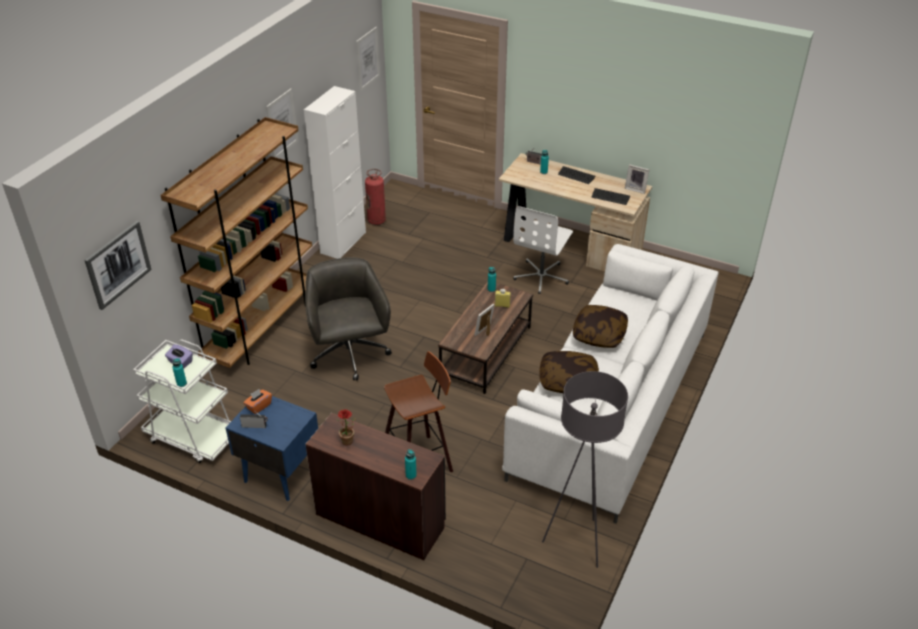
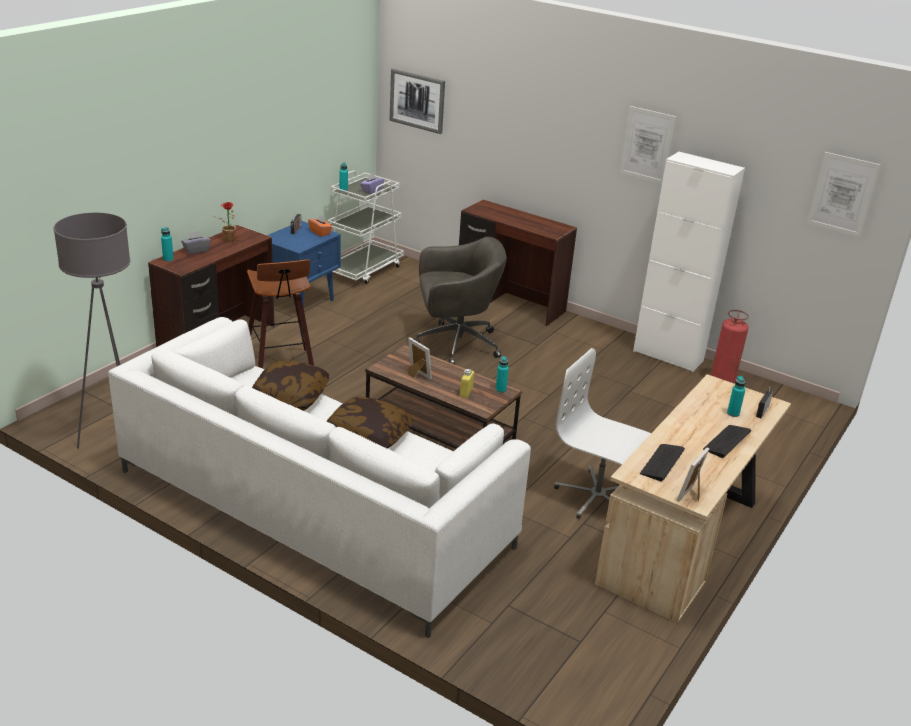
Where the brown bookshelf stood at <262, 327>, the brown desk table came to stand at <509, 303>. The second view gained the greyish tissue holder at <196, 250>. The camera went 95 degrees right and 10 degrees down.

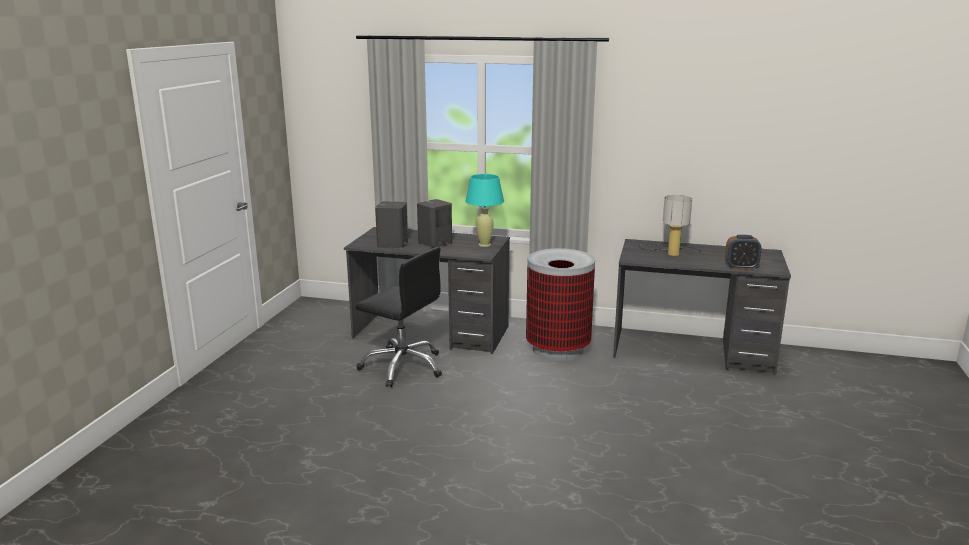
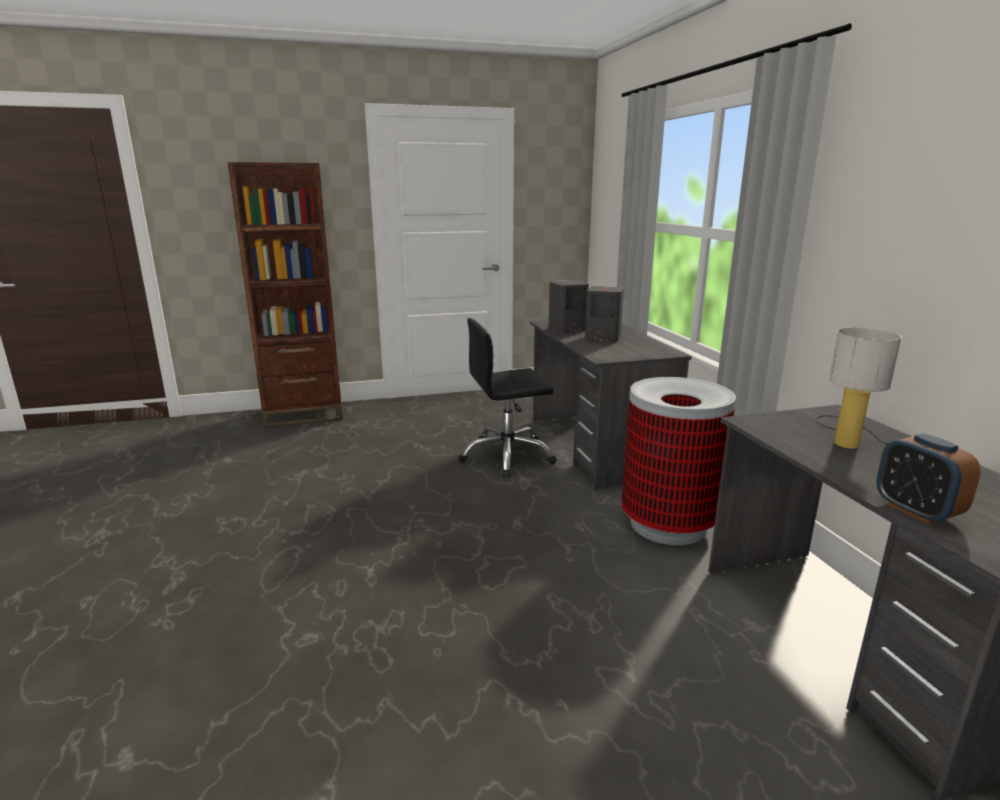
The black-coloured desk chair at <403, 366> ended up facing another way, 75 degrees clockwise from before. The second view lost the turquoise-coloured tabletop lamp at <484, 244>. The second view gained the brown bookshelf at <304, 414>. The camera went 60 degrees right and 0 degrees up.

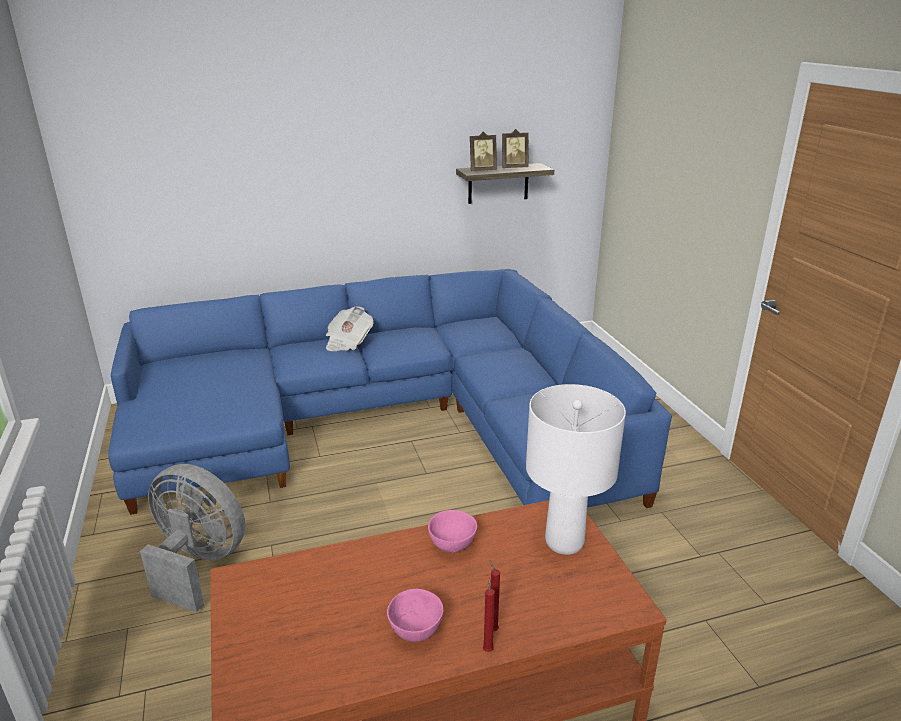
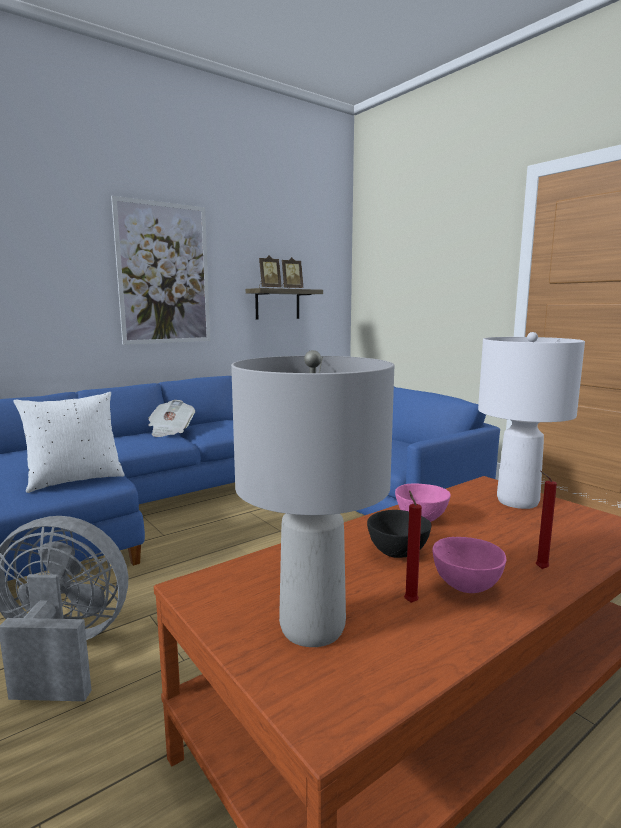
The reddish wax candle ended up elsewhere, having gone from <488, 649> to <409, 601>. The second view gained the white-coloured pillow at <75, 480>. The second view gained the wall picture at <164, 274>. The second view gained the greyish tabletop lamp at <313, 627>. The second view gained the black-coloured serving bowl at <398, 553>. The camera went 20 degrees left and 15 degrees down.

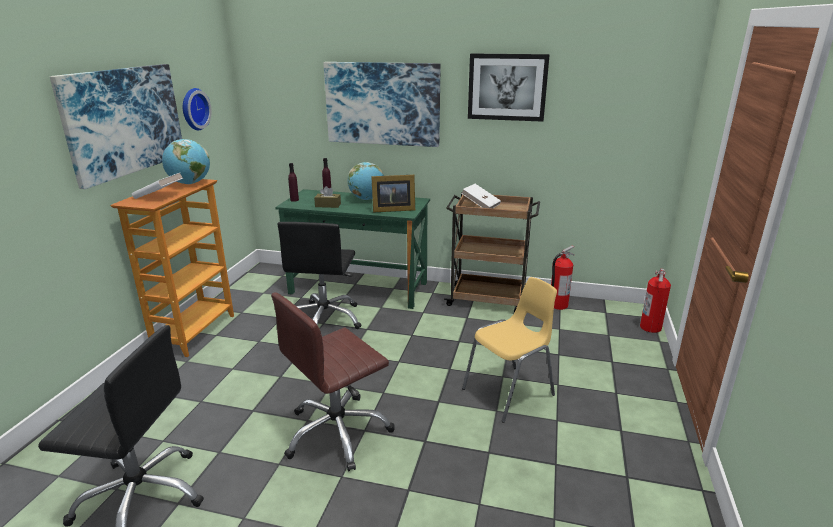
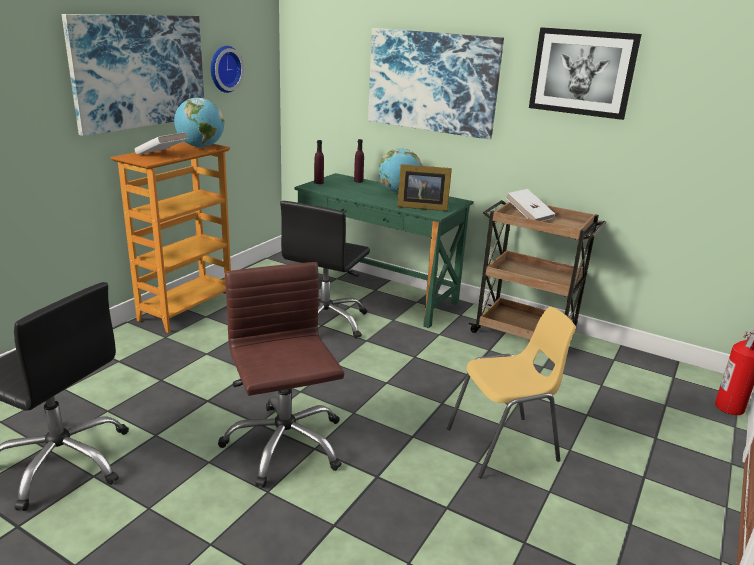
The brown desk chair at <337, 432> ended up facing another way, 90 degrees clockwise from before. The second view lost the brown tissue holder at <328, 205>. The second view lost the extinguisher at <557, 305>. The camera went 15 degrees right and 0 degrees up.

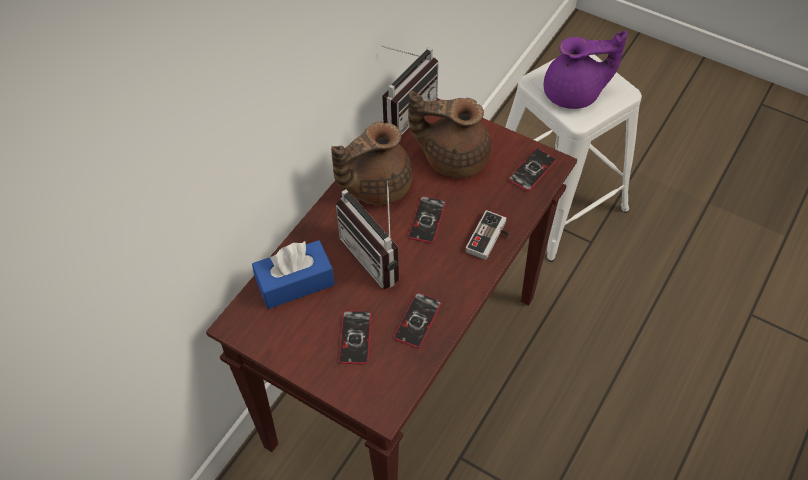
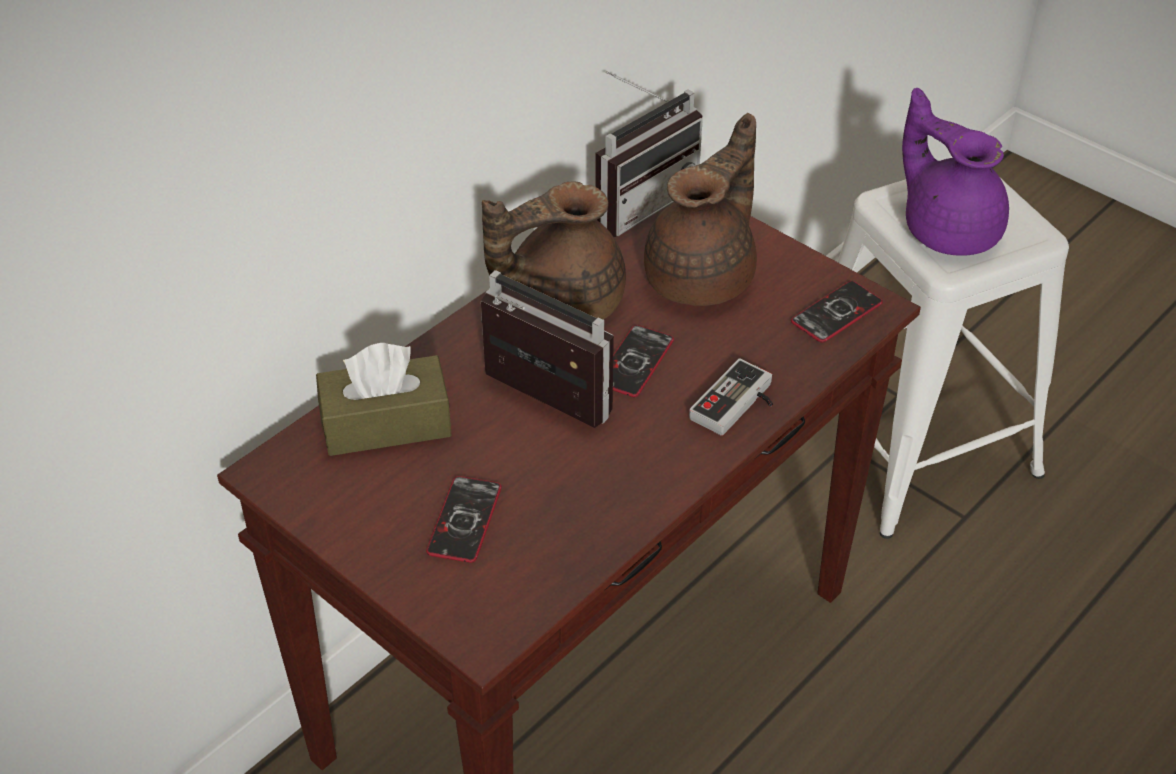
What was the blue-coloured tissue holder at <295, 282> turned into the brown tissue holder at <386, 424>. The radio at <377, 256> ended up facing another way, 150 degrees clockwise from before. The second view lost the phone at <418, 320>. The brown pot for tea at <453, 157> ended up facing another way, 105 degrees clockwise from before. The purple pot for tea at <574, 94> ended up facing another way, 135 degrees counterclockwise from before. The camera went 10 degrees right and 10 degrees down.

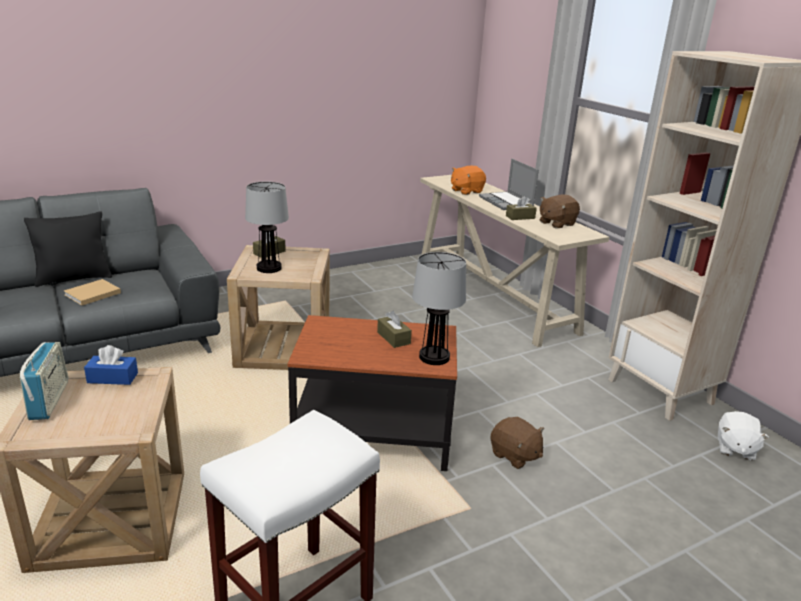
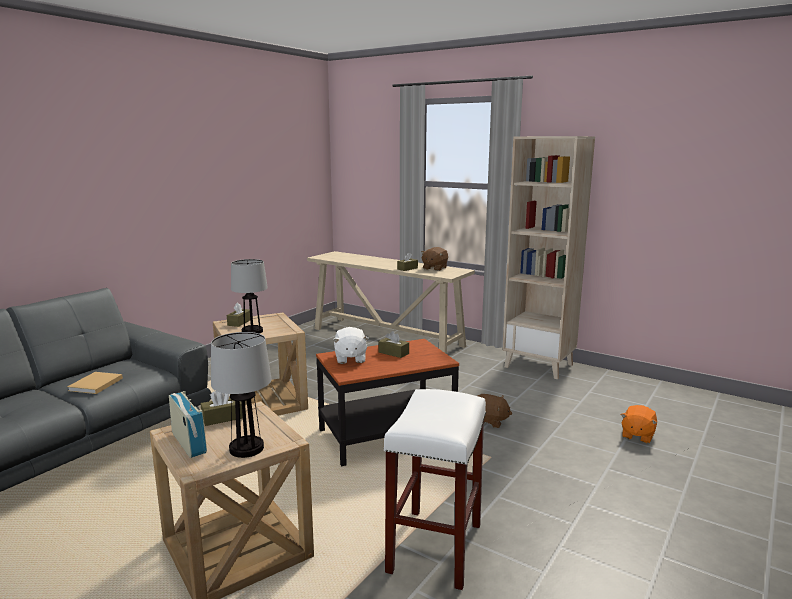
The second view lost the black-coloured pillow at <74, 278>. What was the blue-coloured tissue holder at <112, 378> turned into the brown tissue holder at <222, 418>. The tabletop lamp ended up elsewhere, having gone from <433, 357> to <246, 449>. The orange-coloured soft toy ended up elsewhere, having gone from <466, 191> to <637, 435>. The second view lost the notebook computer at <507, 202>. The white-coloured soft toy ended up elsewhere, having gone from <735, 448> to <350, 358>. The camera went 25 degrees left and 10 degrees down.

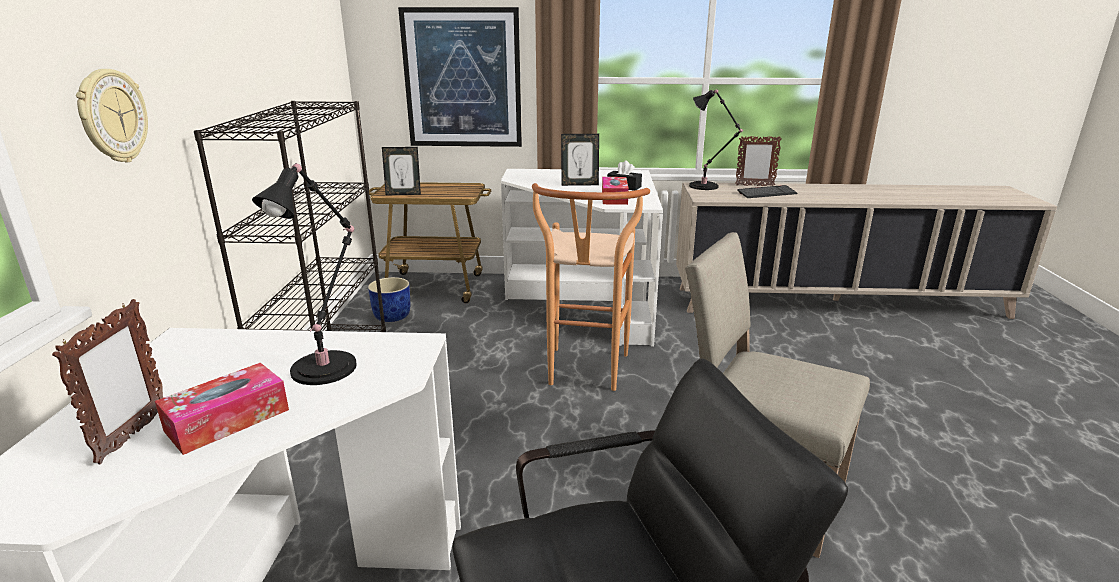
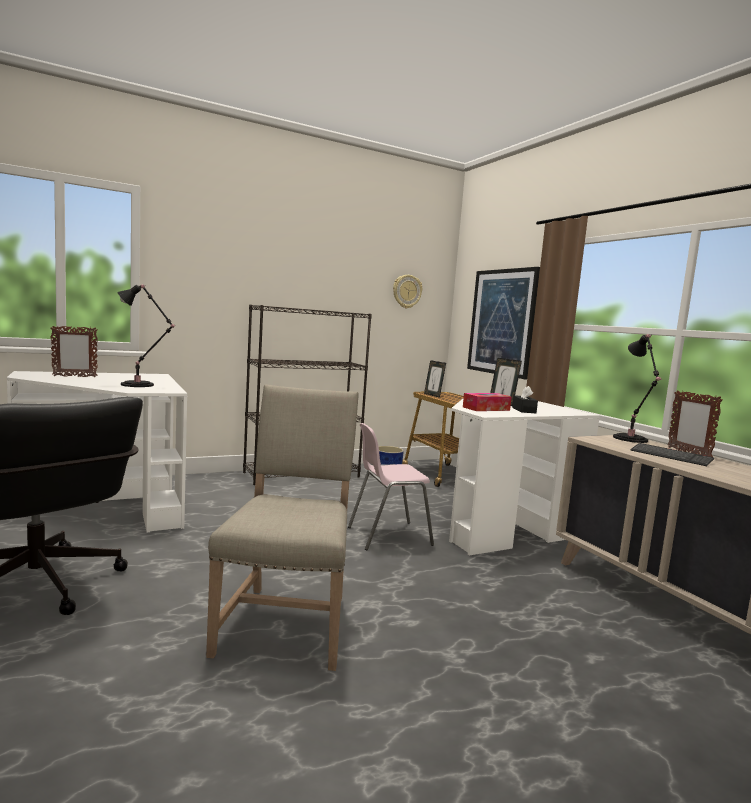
The wall clock ended up elsewhere, having gone from <112, 116> to <407, 291>. The second view lost the tissue holder at <227, 420>. Where the brown stool stood at <585, 373>, the pink-coloured chair came to stand at <388, 536>. The camera went 60 degrees right and 15 degrees down.

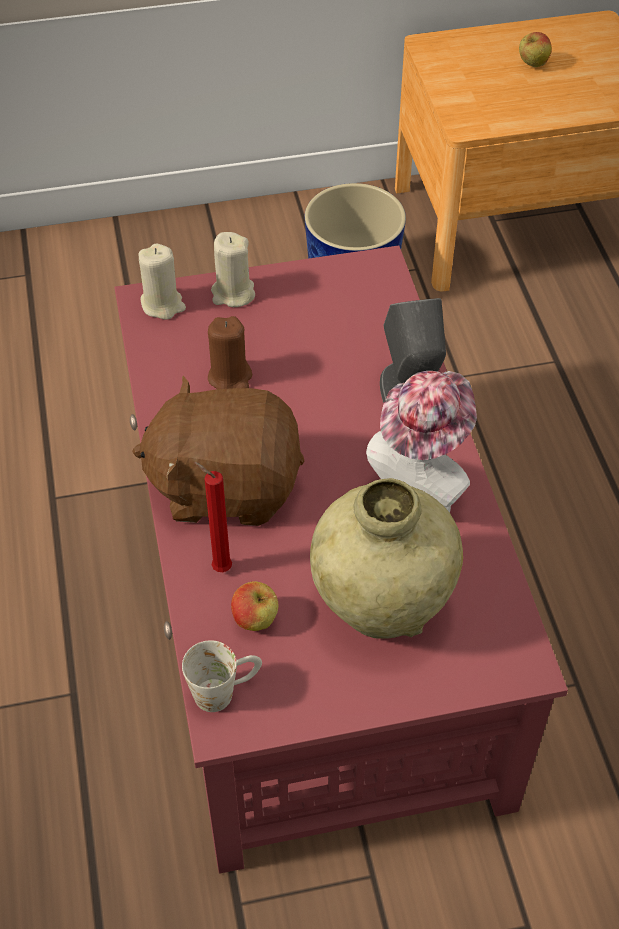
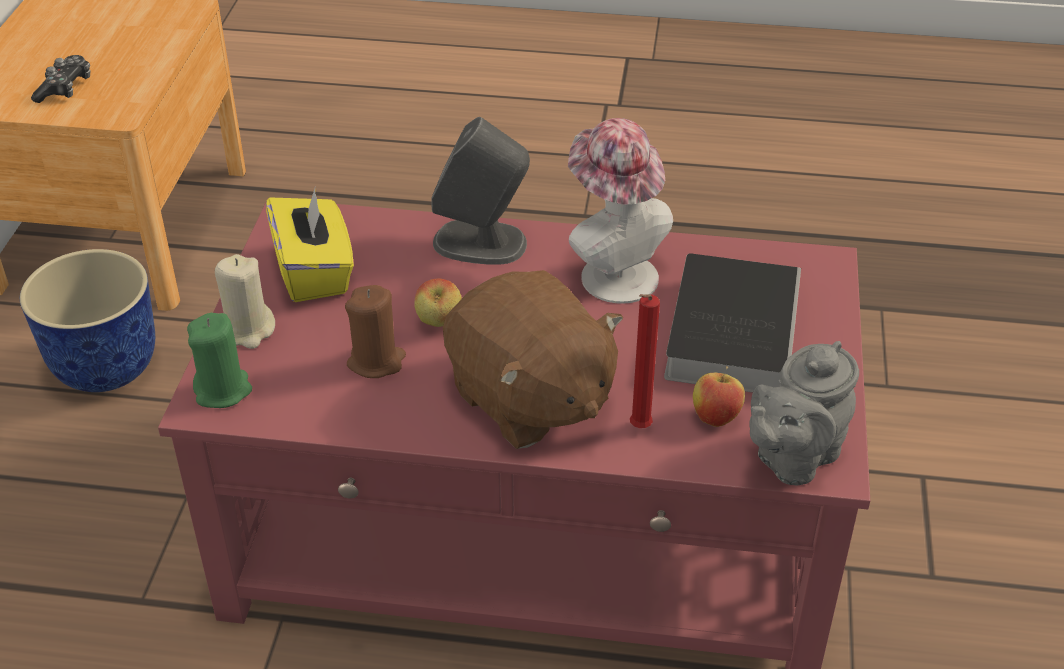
The brown soft toy at <225, 485> ended up facing another way, 60 degrees counterclockwise from before. What was the sand-coloured wax candle at <163, 304> turned into the greenish wax candle at <223, 390>. Where the white-coloured tea mug stood at <225, 690>, the greyish pot for tea came to stand at <792, 458>. Where the sand-coloured flower vase stood at <381, 607>, the bound book came to stand at <732, 329>. The whole apple ended up elsewhere, having gone from <532, 64> to <439, 323>. The second view gained the joypad at <65, 88>. The second view gained the yellow-coloured tissue holder at <314, 272>. The camera went 70 degrees left and 10 degrees down.

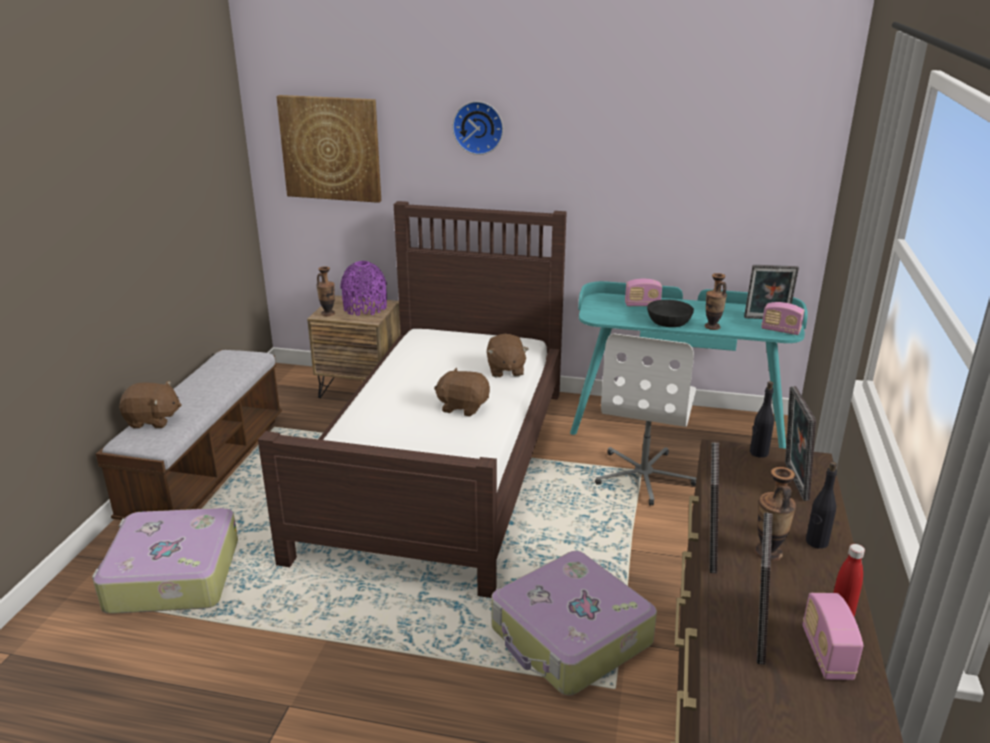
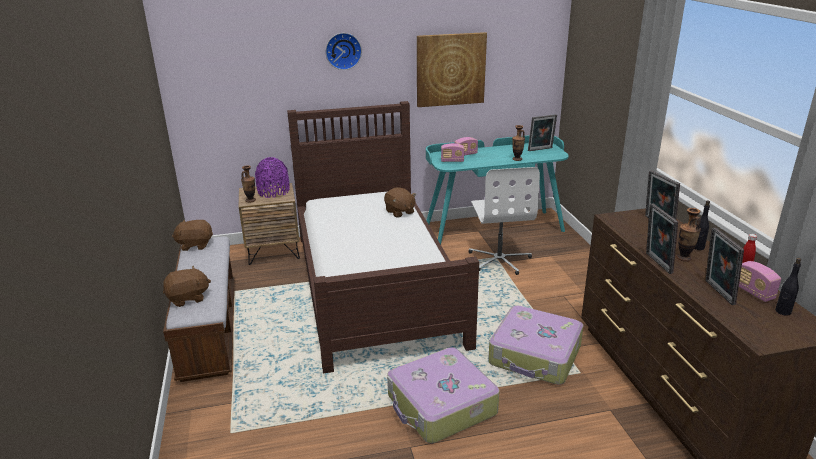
The travel case ended up elsewhere, having gone from <171, 576> to <441, 406>. The wall picture ended up elsewhere, having gone from <331, 148> to <450, 69>. The brown soft toy ended up elsewhere, having gone from <463, 407> to <195, 245>. The second view lost the black-coloured serving bowl at <669, 321>. The black-coloured bottle ended up elsewhere, having gone from <758, 453> to <783, 311>. The radio ended up elsewhere, having gone from <780, 330> to <452, 161>. The camera went 25 degrees left and 0 degrees up.

